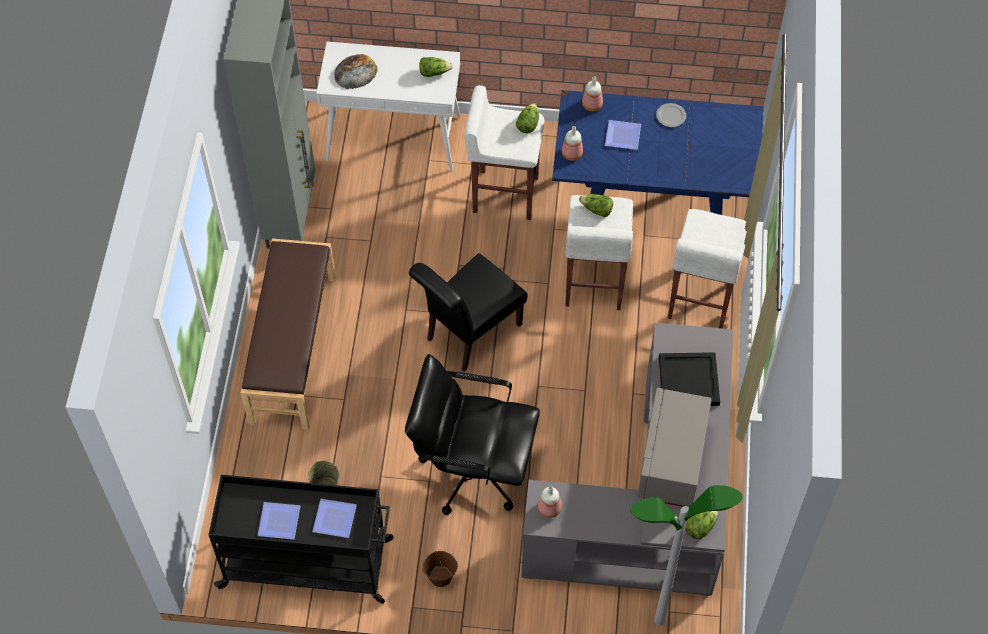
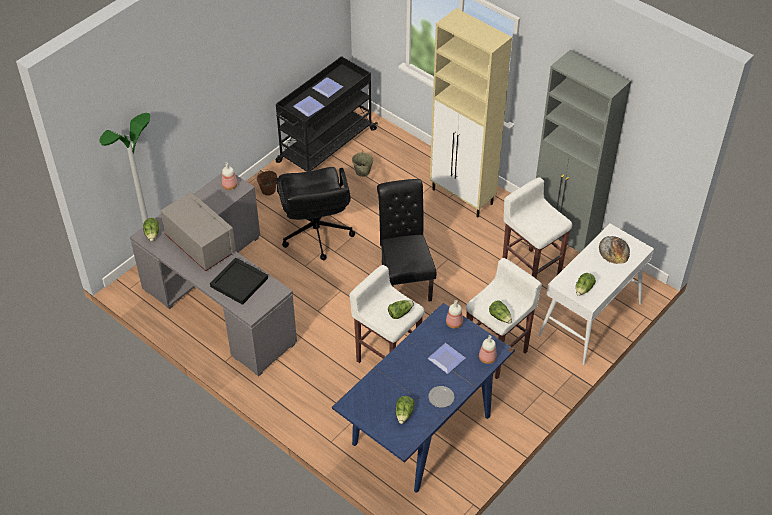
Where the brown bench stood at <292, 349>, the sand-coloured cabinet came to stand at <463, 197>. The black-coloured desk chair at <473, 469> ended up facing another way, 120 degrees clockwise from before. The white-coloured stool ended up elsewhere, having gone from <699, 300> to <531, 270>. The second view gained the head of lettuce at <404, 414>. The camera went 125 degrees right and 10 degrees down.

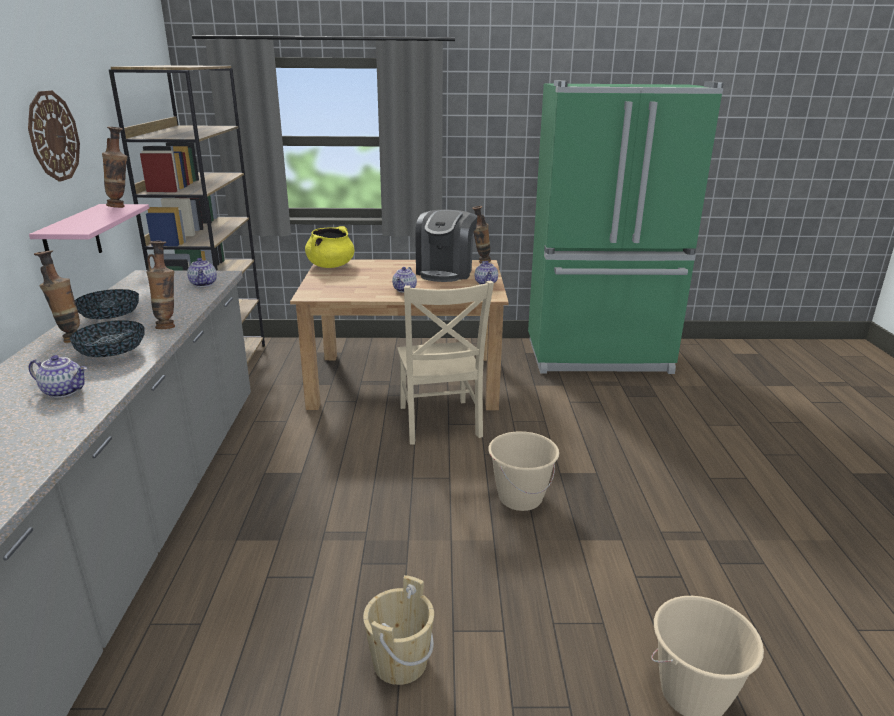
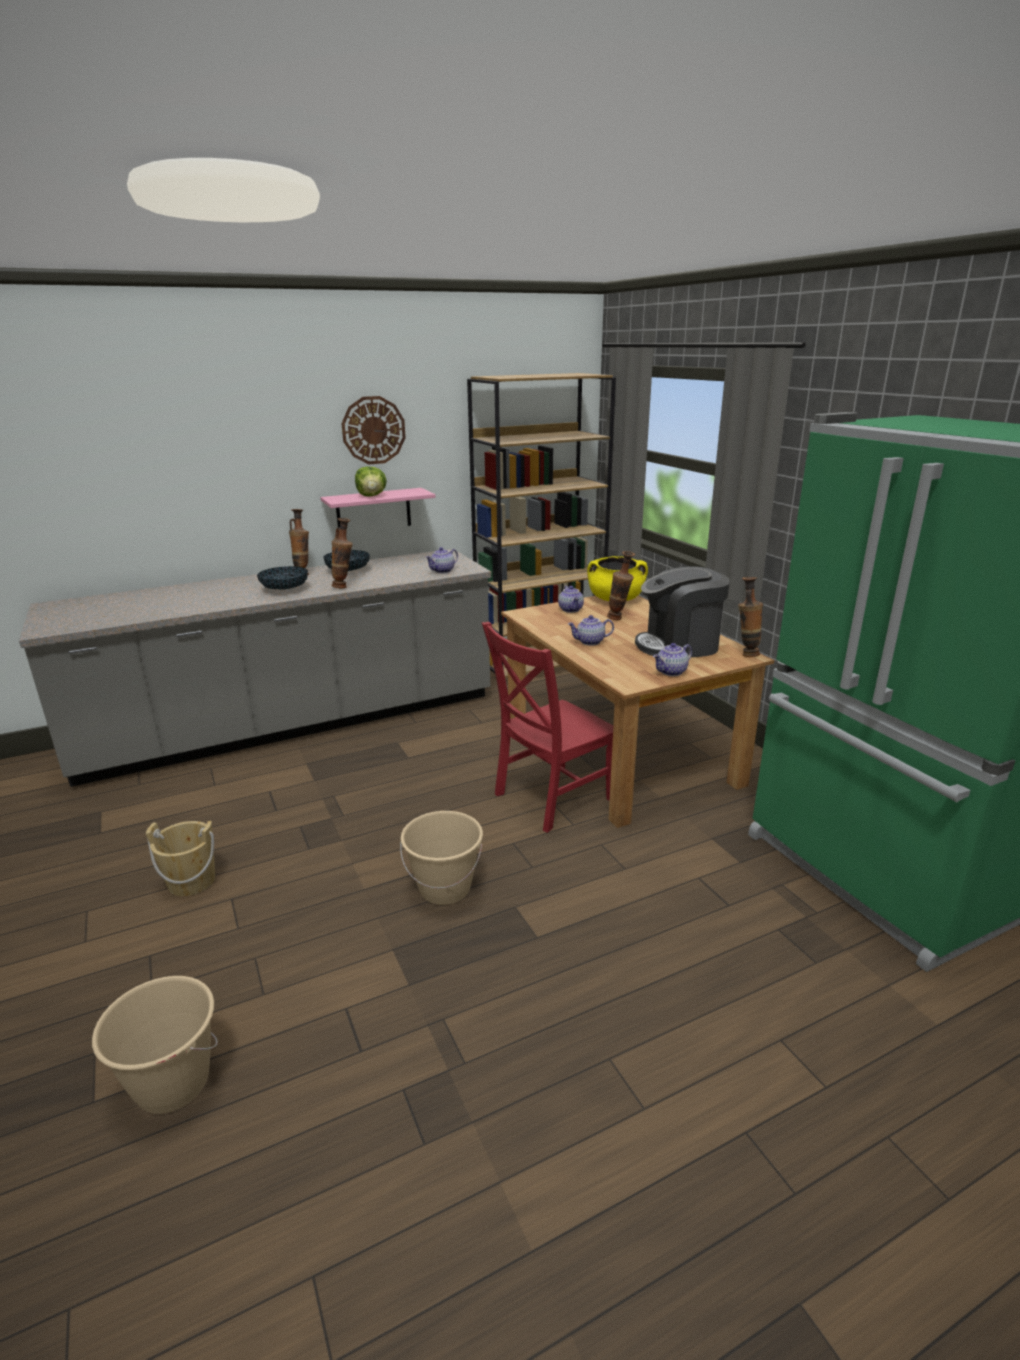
The pot for tea ended up elsewhere, having gone from <65, 391> to <571, 610>. The flower vase ended up elsewhere, having gone from <122, 207> to <618, 619>. What was the sand-coloured chair at <439, 423> turned into the reddish chair at <549, 798>. The second view gained the head of lettuce at <372, 496>. The camera went 65 degrees right and 0 degrees up.

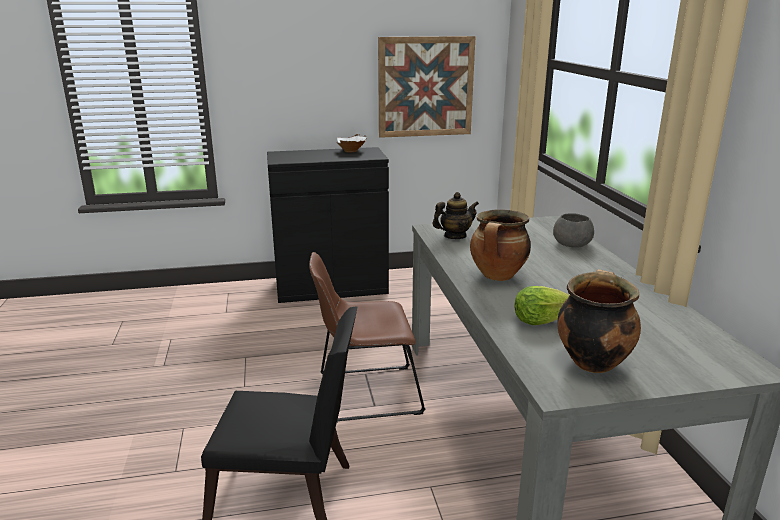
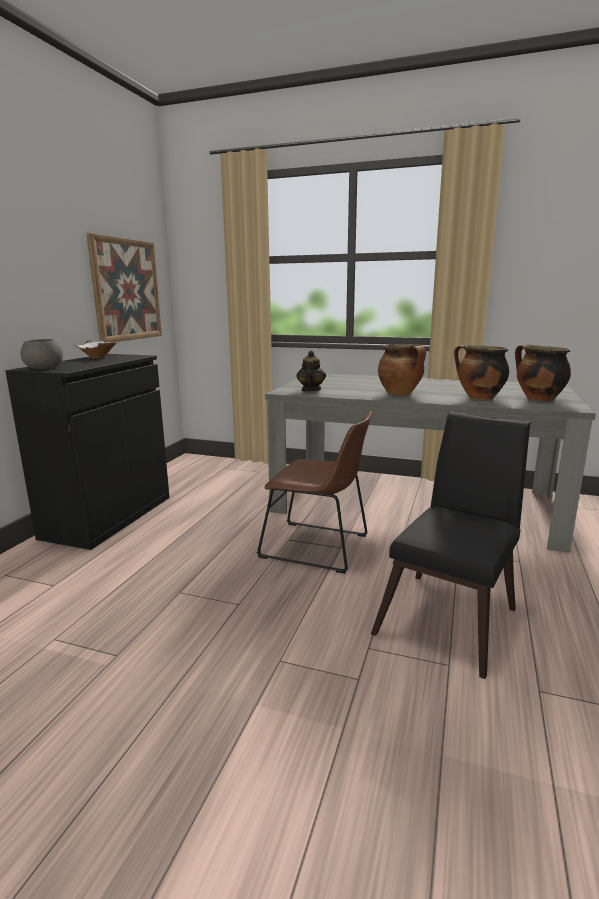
The brown chair at <364, 394> ended up facing another way, 90 degrees counterclockwise from before. Where the head of lettuce stood at <539, 321>, the cooking pot came to stand at <478, 397>. The greyish serving bowl ended up elsewhere, having gone from <572, 244> to <45, 368>. The camera went 60 degrees left and 5 degrees down.

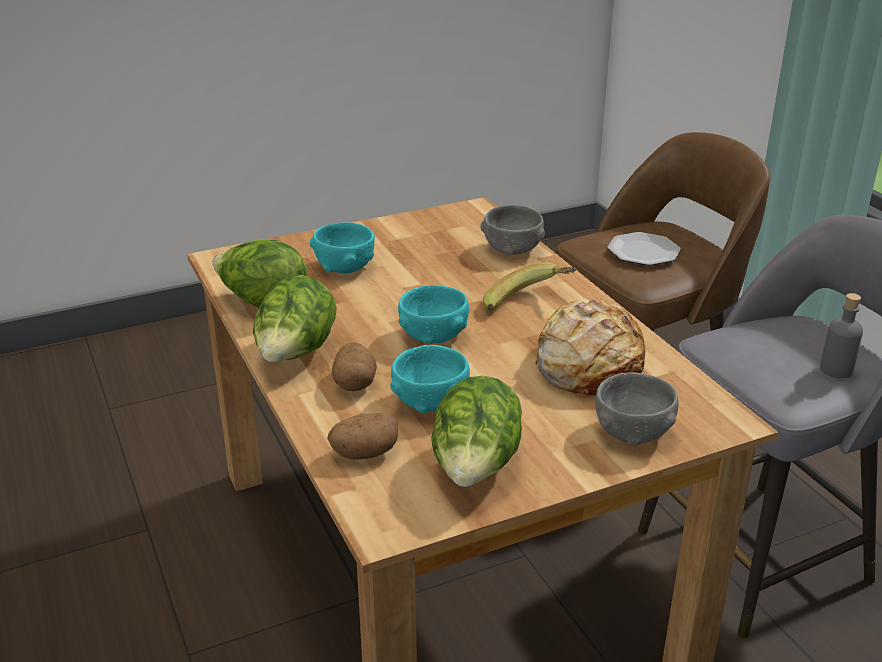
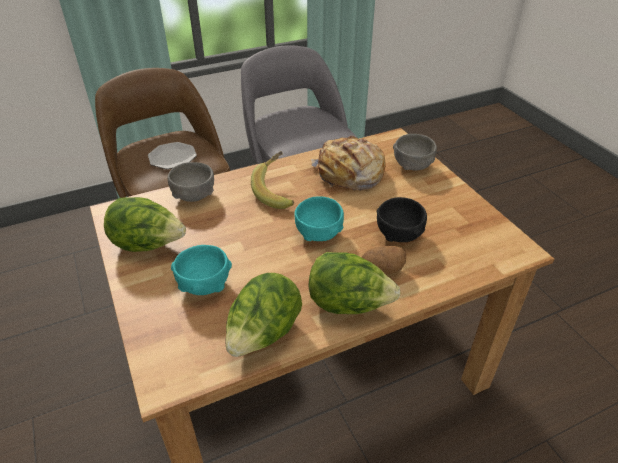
The second view lost the potato at <364, 453>. What was the turquoise-coloured serving bowl at <431, 403> turned into the black-coloured serving bowl at <399, 234>. The head of lettuce ended up elsewhere, having gone from <476, 469> to <148, 245>. The second view lost the greyish bottle at <836, 369>. The camera went 90 degrees left and 10 degrees up.

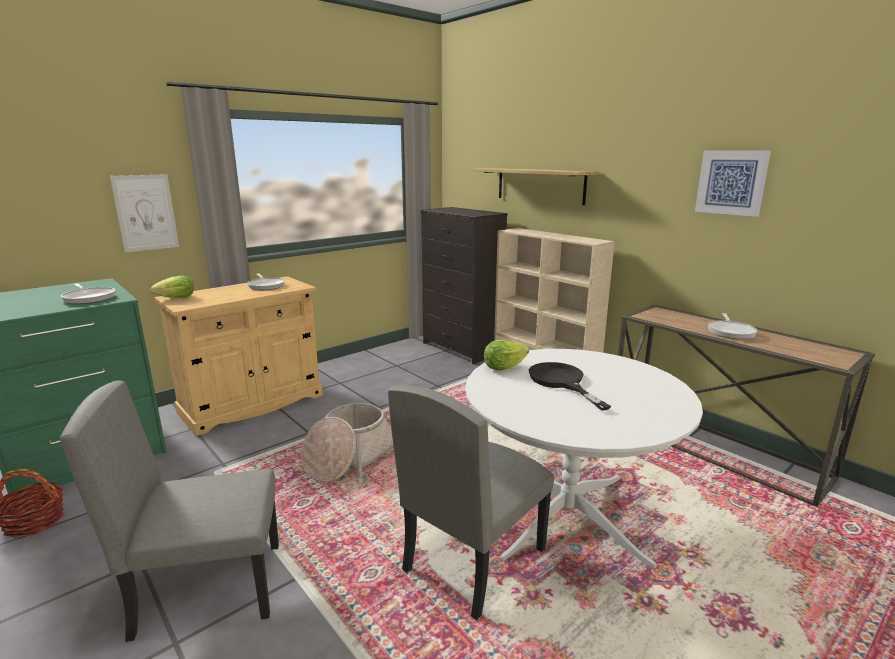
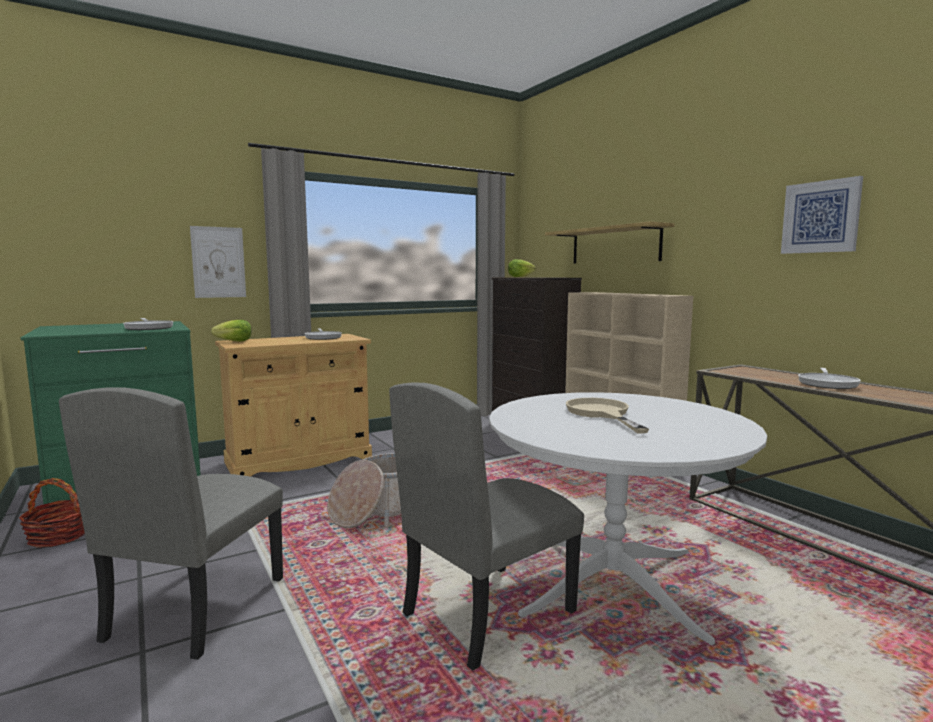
The greyish chair at <210, 587> ended up facing another way, 75 degrees counterclockwise from before. The head of lettuce ended up elsewhere, having gone from <503, 367> to <520, 277>. What was the black-coloured pan at <561, 382> turned into the sand-coloured pan at <601, 414>. The camera went 10 degrees right and 10 degrees down.

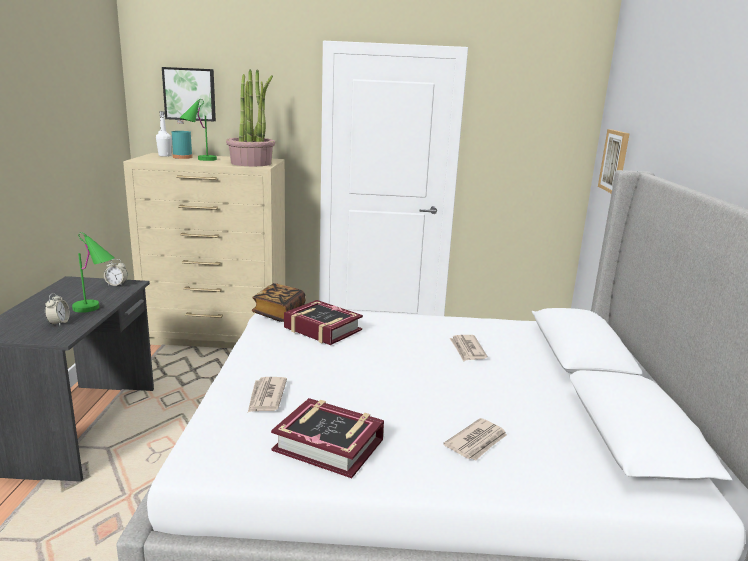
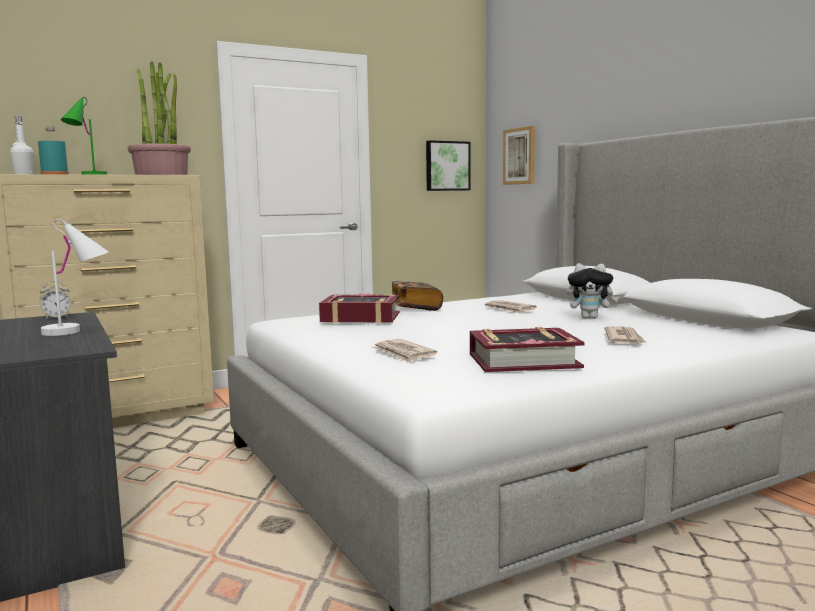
The second view lost the table clock at <59, 323>. What was the greenish tabletop lamp at <96, 309> turned into the white-coloured tabletop lamp at <79, 330>. The wall picture ended up elsewhere, having gone from <190, 94> to <447, 166>. The bound book ended up elsewhere, having gone from <279, 313> to <415, 308>. The second view gained the soft toy at <590, 318>. The camera went 30 degrees left and 10 degrees down.

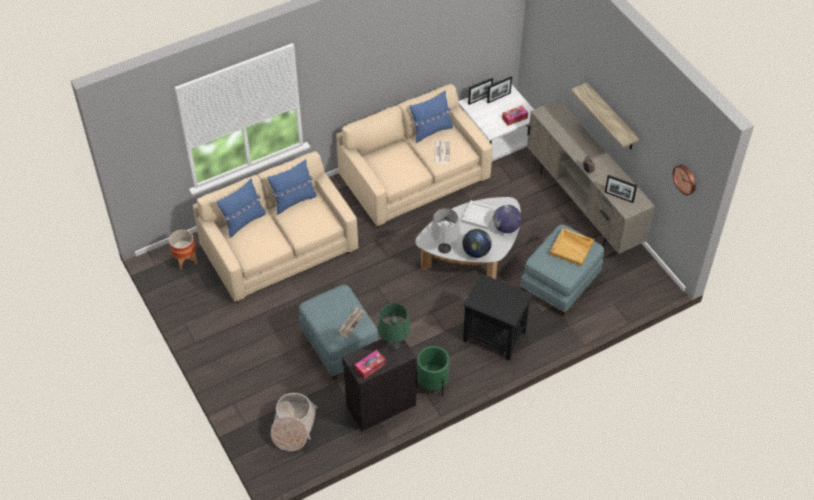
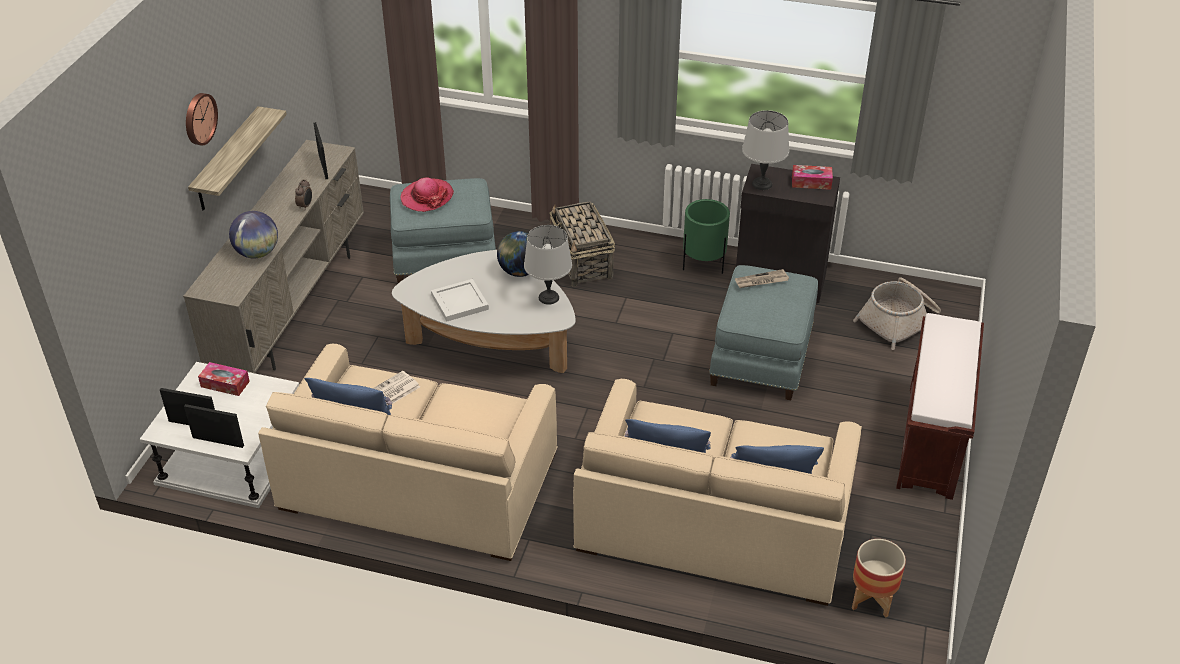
What was the greenish tabletop lamp at <394, 345> turned into the greyish tabletop lamp at <762, 184>. Where the black-coloured end table stood at <493, 336>, the household basket came to stand at <582, 262>. The world globe ended up elsewhere, having gone from <506, 228> to <257, 253>. Where the sand-coloured serving tray stood at <572, 248>, the wearable hat came to stand at <427, 197>. The wall clock ended up elsewhere, having gone from <685, 179> to <199, 118>. The second view gained the brown bench at <931, 442>. The camera went 135 degrees left and 10 degrees down.

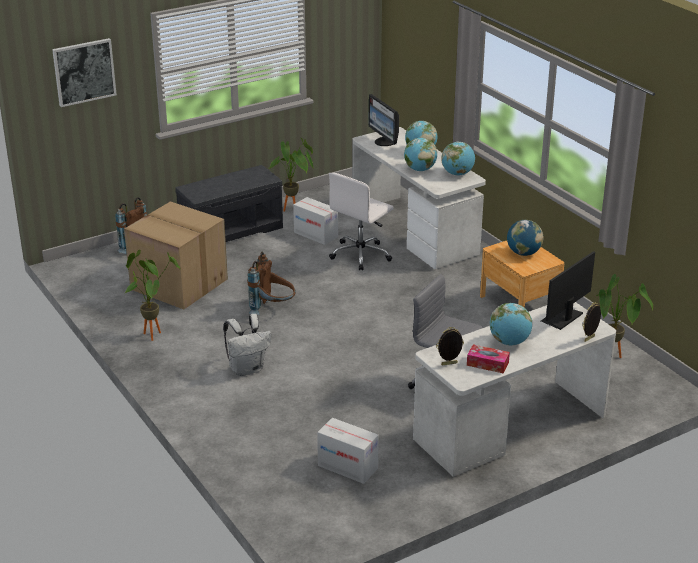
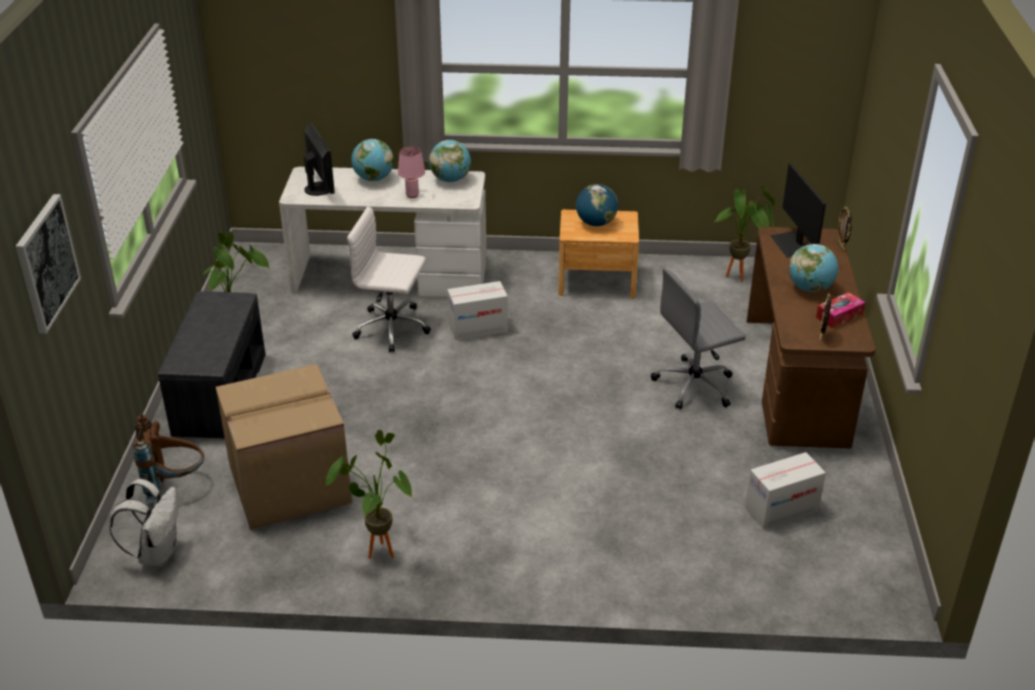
The white-coloured backpack ended up elsewhere, having gone from <247, 369> to <157, 553>. The second view lost the brown backpack at <273, 309>. The packing box ended up elsewhere, having gone from <316, 234> to <478, 328>. The white-coloured desk chair at <361, 254> ended up facing another way, 120 degrees clockwise from before. The computer screen at <384, 142> ended up facing another way, 120 degrees counterclockwise from before. Where the world globe stood at <420, 169>, the pink-coloured tabletop lamp came to stand at <412, 195>. What was the white-coloured desk table at <510, 428> turned into the brown desk table at <797, 380>. The camera went 55 degrees left and 5 degrees up.

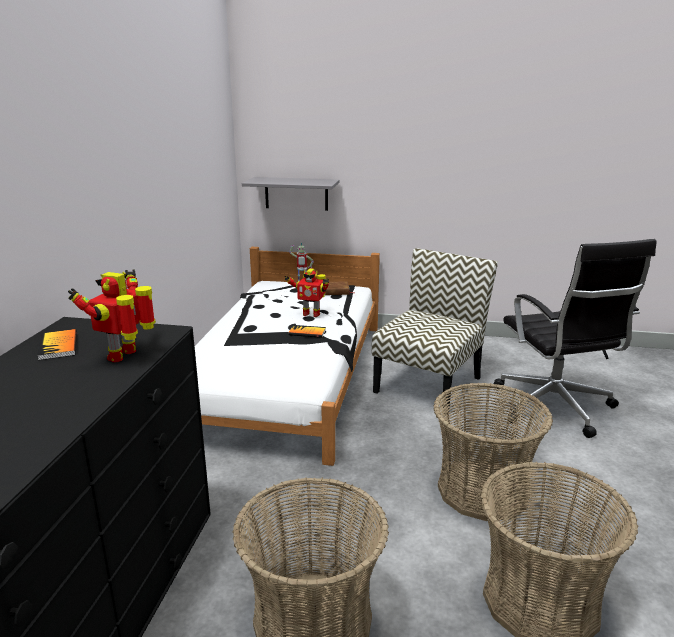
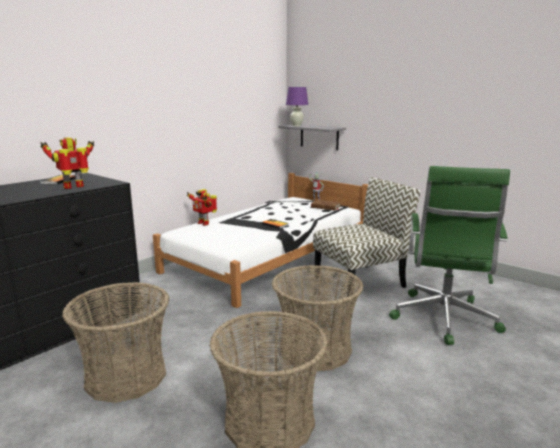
The model robot ended up elsewhere, having gone from <311, 314> to <204, 223>. What was the black-coloured desk chair at <554, 408> turned into the greenish desk chair at <443, 319>. The second view gained the purple tabletop lamp at <296, 125>. The camera went 30 degrees right and 5 degrees down.

